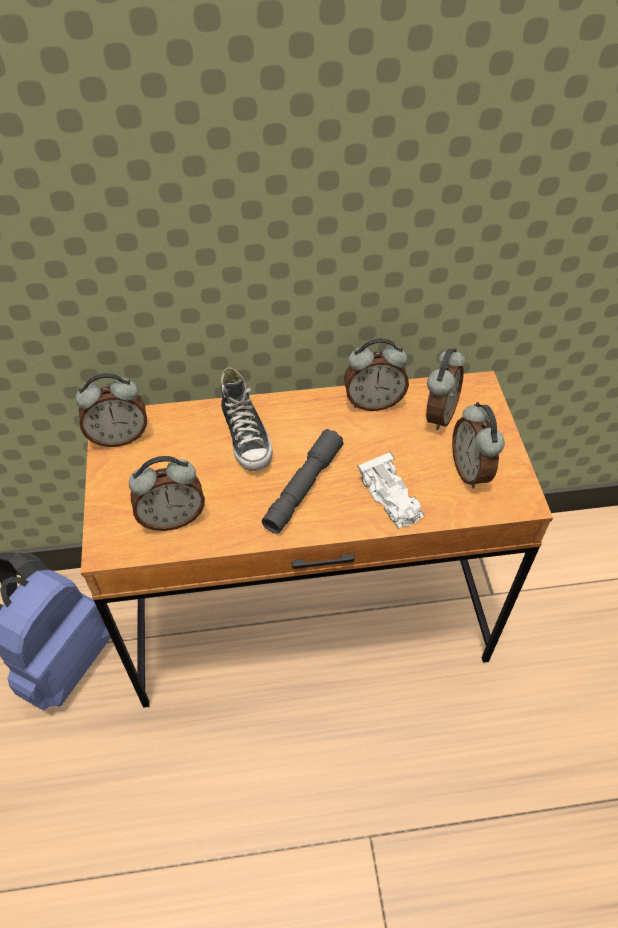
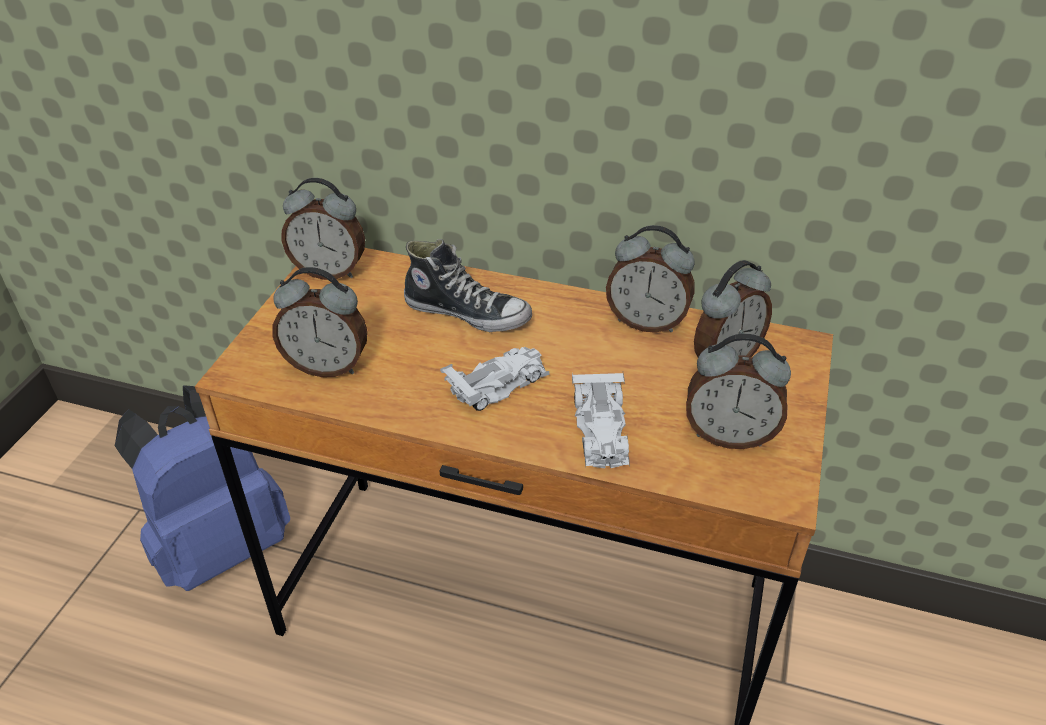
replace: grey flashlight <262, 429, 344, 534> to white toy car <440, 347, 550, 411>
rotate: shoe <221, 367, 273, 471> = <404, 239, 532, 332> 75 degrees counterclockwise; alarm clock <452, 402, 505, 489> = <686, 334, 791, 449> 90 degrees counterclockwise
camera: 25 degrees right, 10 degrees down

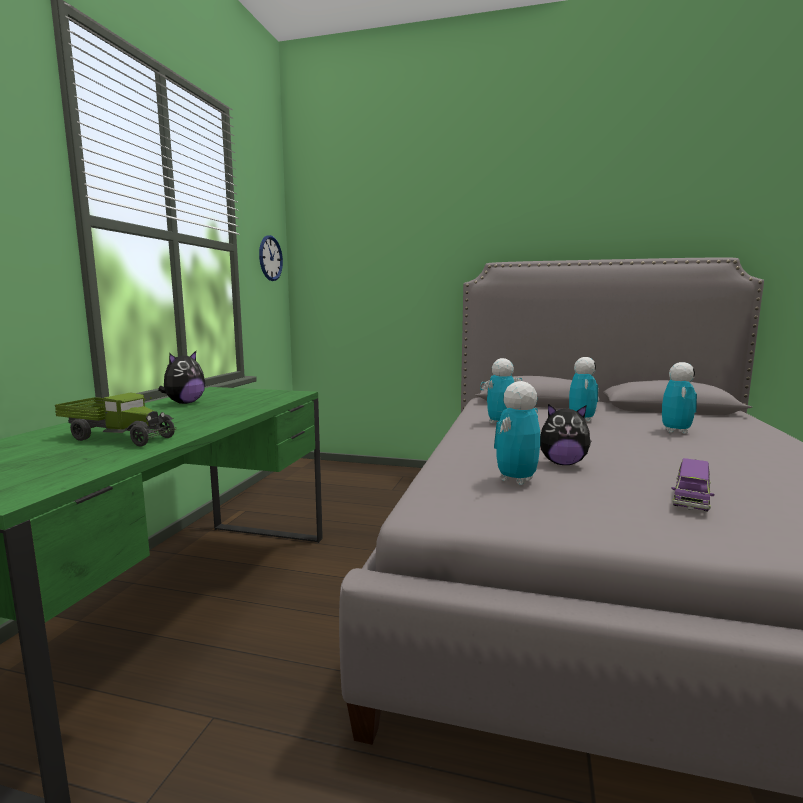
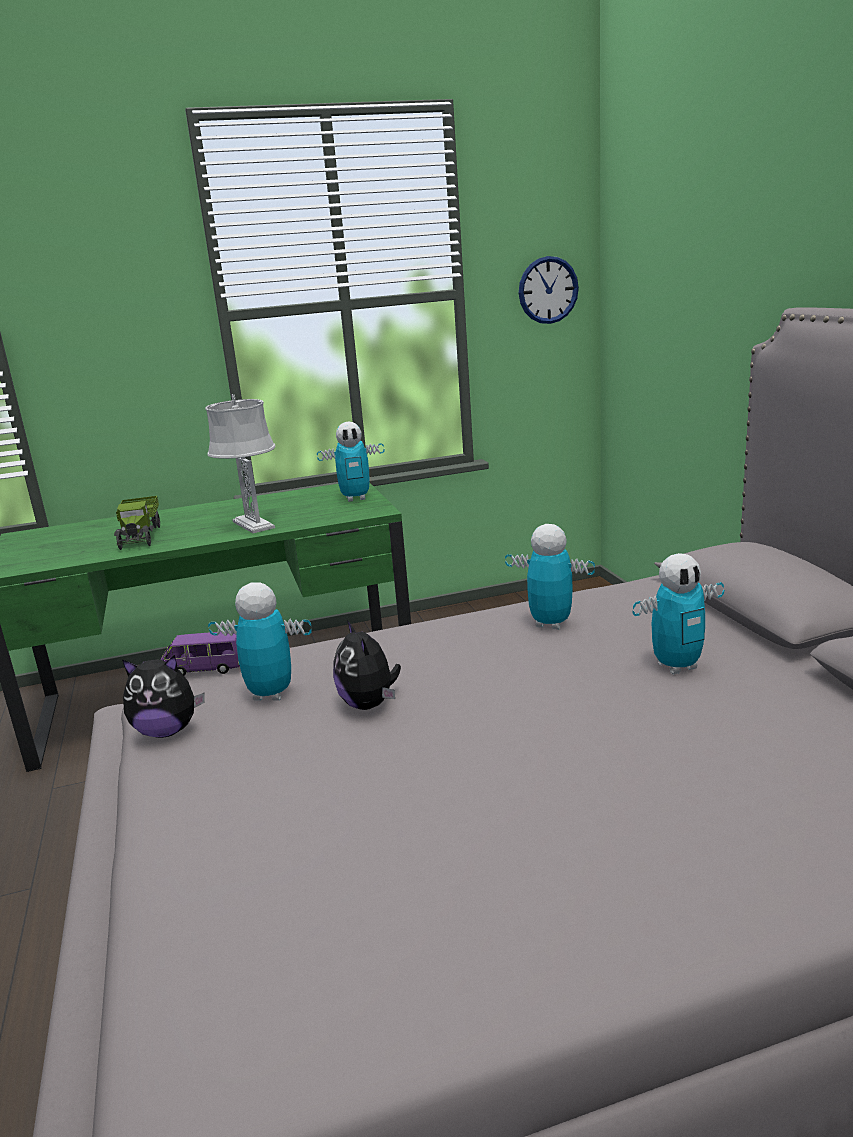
insert: grey table lamp <205, 394, 275, 533>
move: plush toy <158, 351, 205, 404> to <122, 655, 205, 738>; purple toy car <672, 458, 714, 512> to <161, 631, 240, 676>; toy robot <662, 362, 697, 434> to <317, 422, 385, 502>
camera: 60 degrees right, 10 degrees up

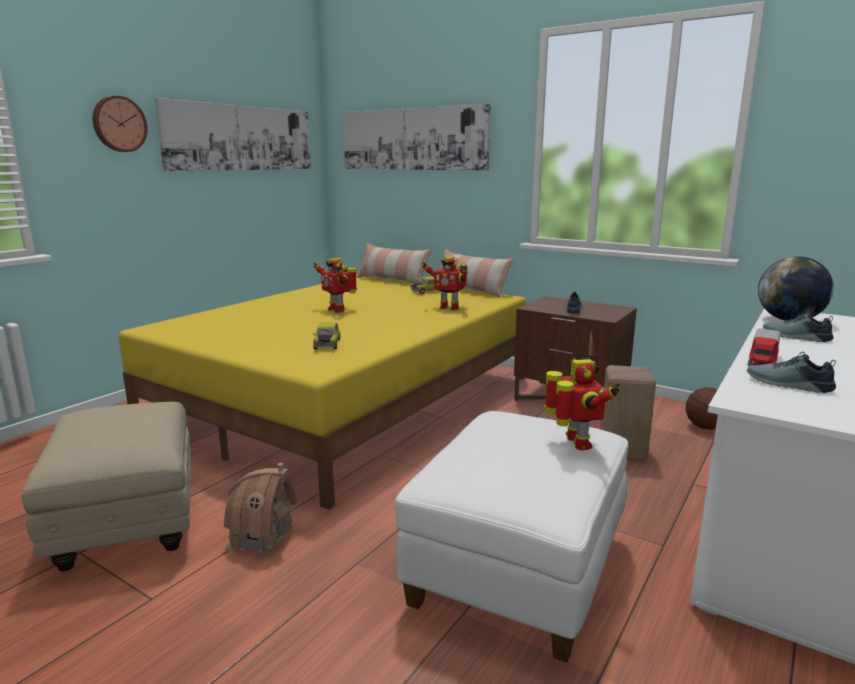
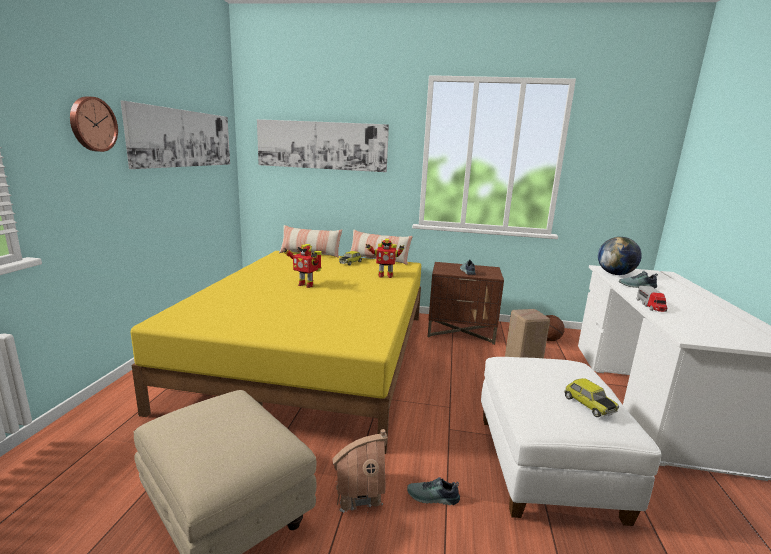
delete: toy robot <544, 354, 620, 450>
move: shoe <747, 352, 836, 393> to <407, 477, 460, 505>; toy car <313, 322, 340, 349> to <564, 378, 619, 417>
camera: 25 degrees left, 0 degrees up

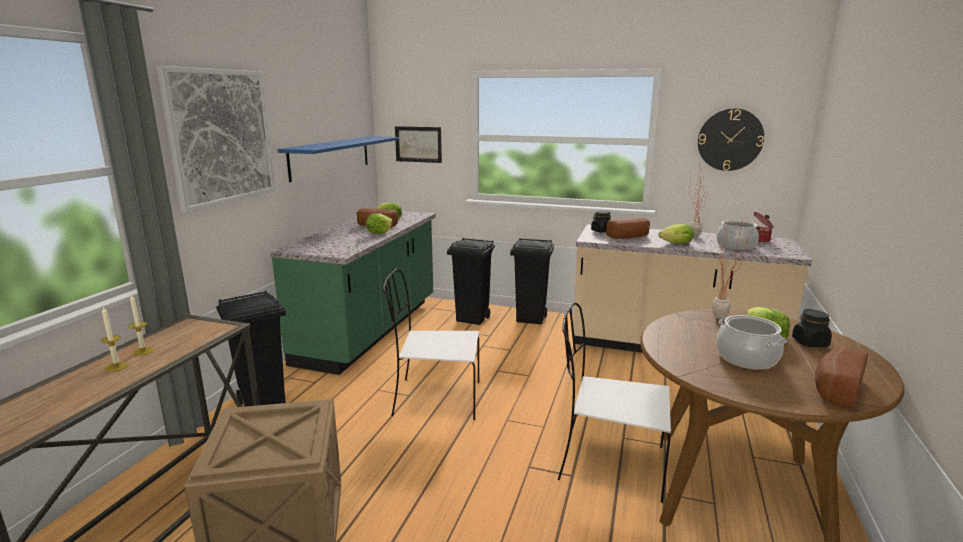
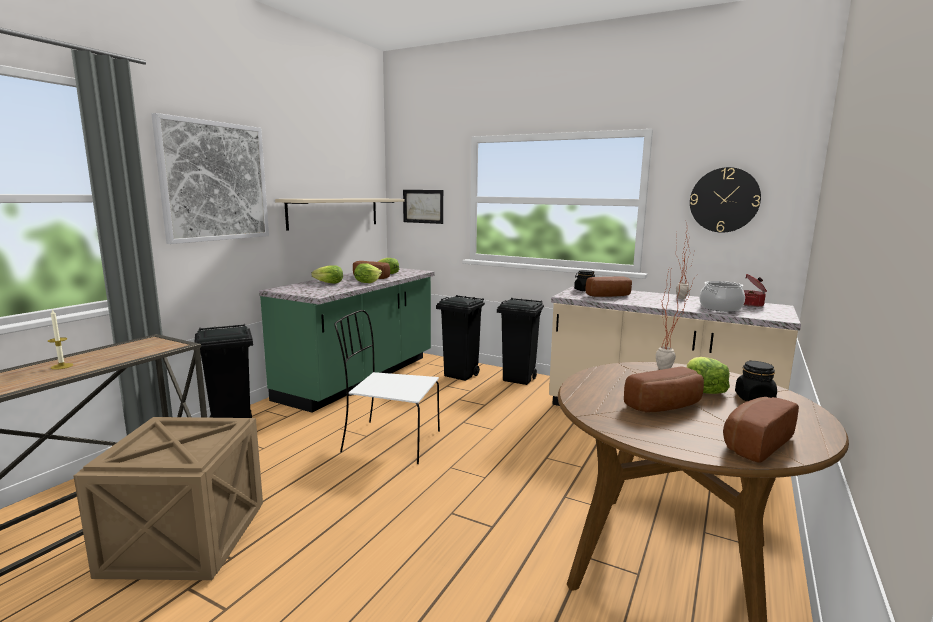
delete: candle <128, 294, 154, 356>; white chair <558, 303, 671, 503>
move: lettuce <658, 224, 694, 244> to <311, 265, 343, 284>
replace: cooking pot <716, 315, 787, 370> to bread <624, 366, 704, 413>
recolor: blue shelf <277, 136, 399, 182> to beige shelf <275, 198, 405, 231>
camera: 10 degrees right, 5 degrees down

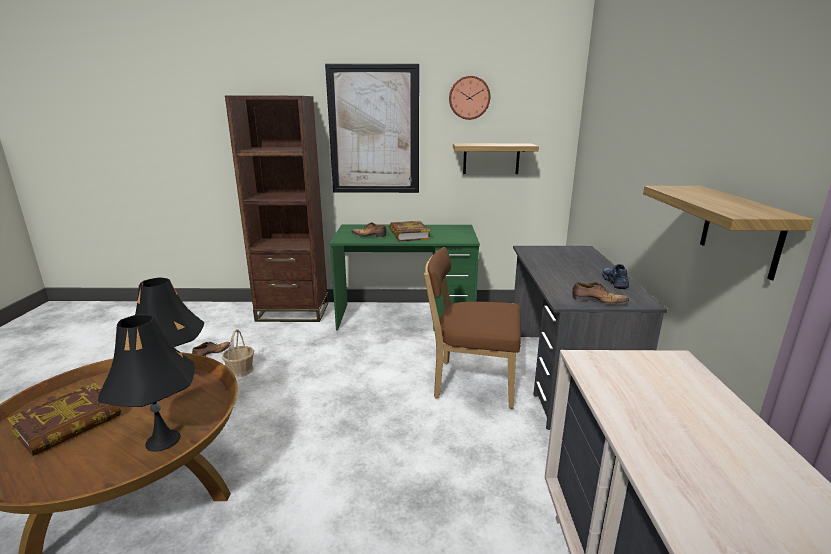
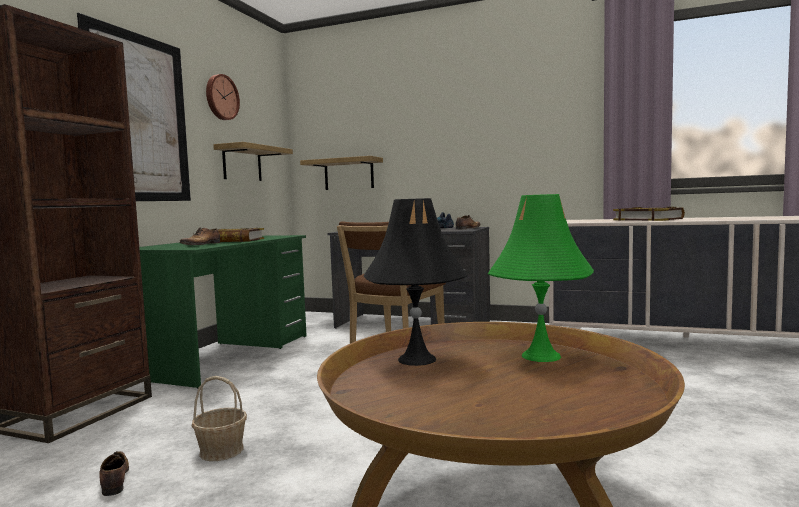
move: shelf <643, 186, 814, 280> to <300, 156, 383, 190>; book <7, 383, 121, 456> to <613, 207, 685, 221>
recolor: black table lamp <98, 314, 195, 452> to green table lamp <488, 194, 594, 362>
camera: 70 degrees left, 15 degrees down

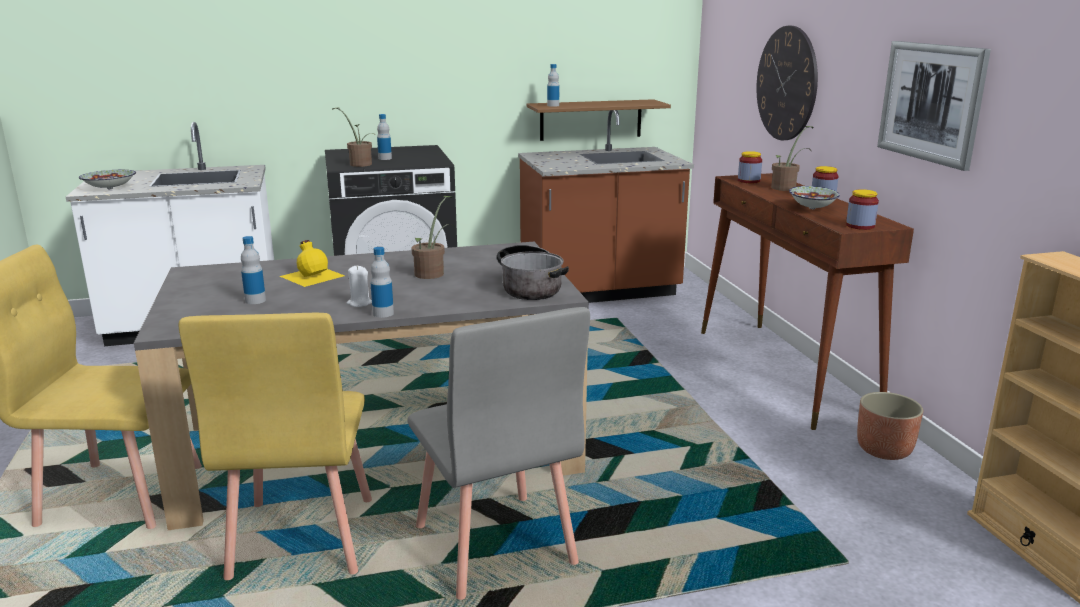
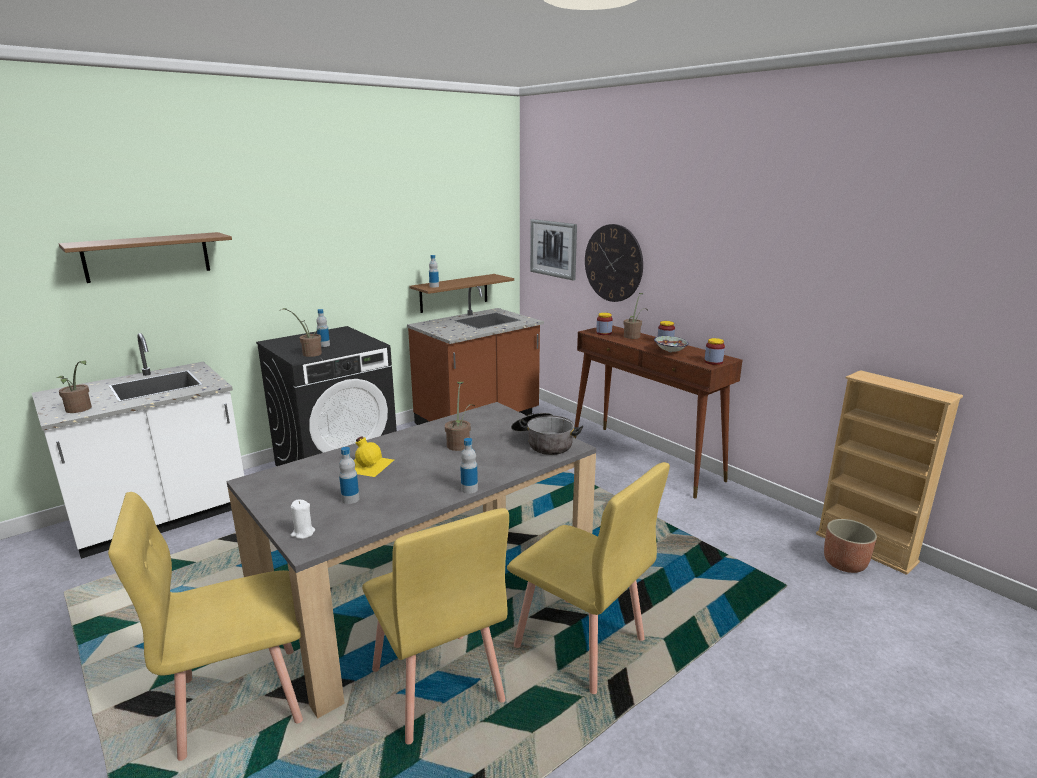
insert: brown shelf <59, 232, 232, 283>
move: white candle <347, 266, 372, 307> to <291, 499, 315, 539>; picture <877, 41, 991, 171> to <530, 219, 577, 281>; planter <857, 392, 923, 460> to <824, 519, 877, 573>
replace: bowl <79, 170, 136, 189> to potted plant <57, 360, 92, 413>
recolor: grey chair <407, 307, 590, 600> to yellow chair <507, 462, 670, 694>
camera: 25 degrees left, 0 degrees up

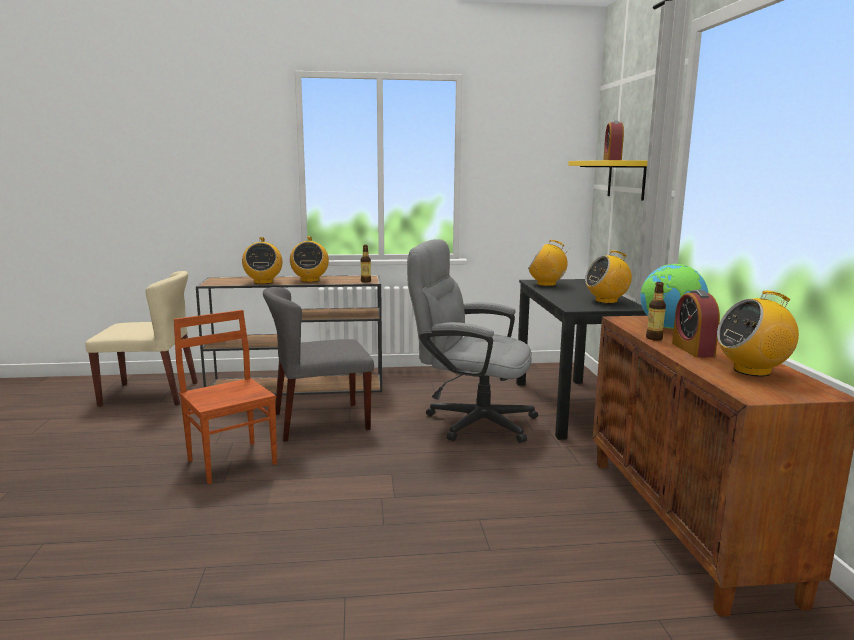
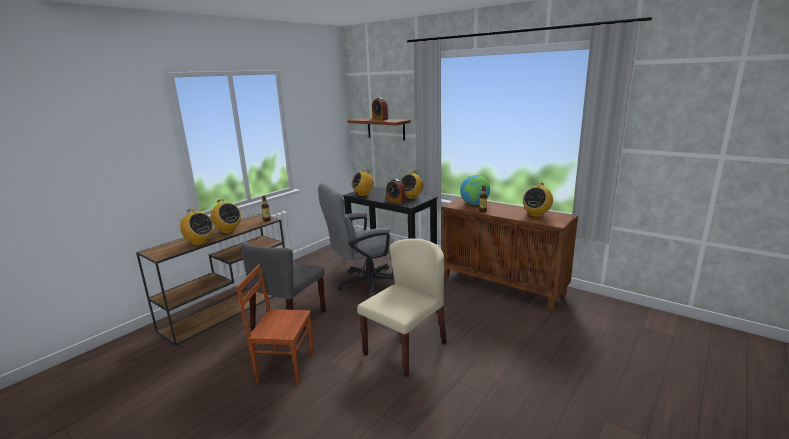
move: beige chair <85, 271, 198, 407> to <357, 238, 447, 377>; alarm clock <672, 290, 720, 357> to <386, 179, 405, 204>
recolor: yellow shelf <568, 160, 648, 201> to brown shelf <347, 118, 411, 141>
camera: 45 degrees left, 5 degrees up

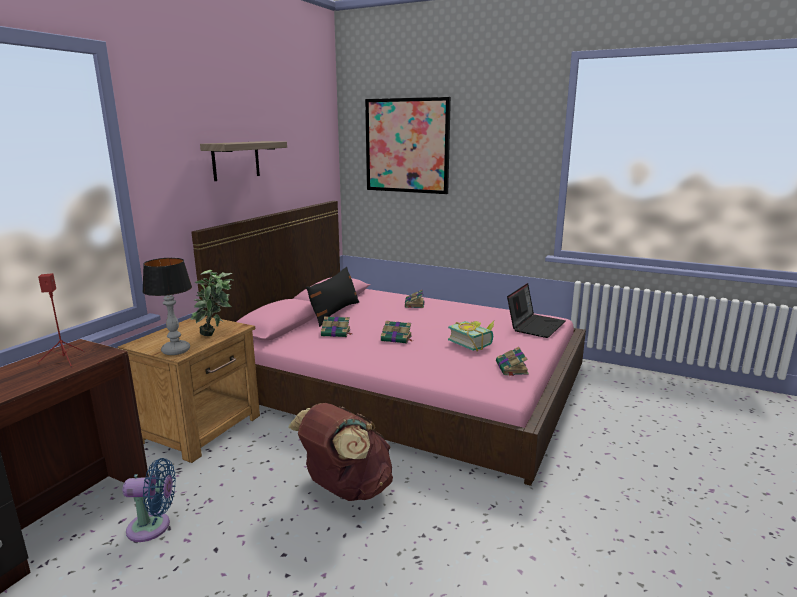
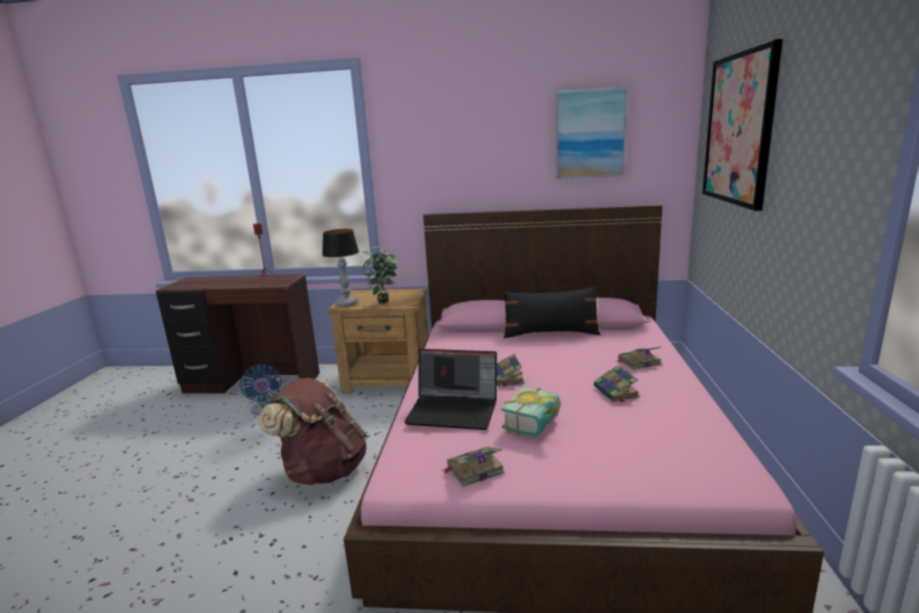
delete: shelf <200, 141, 287, 181>
insert: picture <556, 87, 627, 179>
move: laptop <507, 283, 565, 338> to <404, 349, 497, 430>; book <321, 316, 353, 337> to <594, 365, 640, 403>
camera: 70 degrees right, 0 degrees up

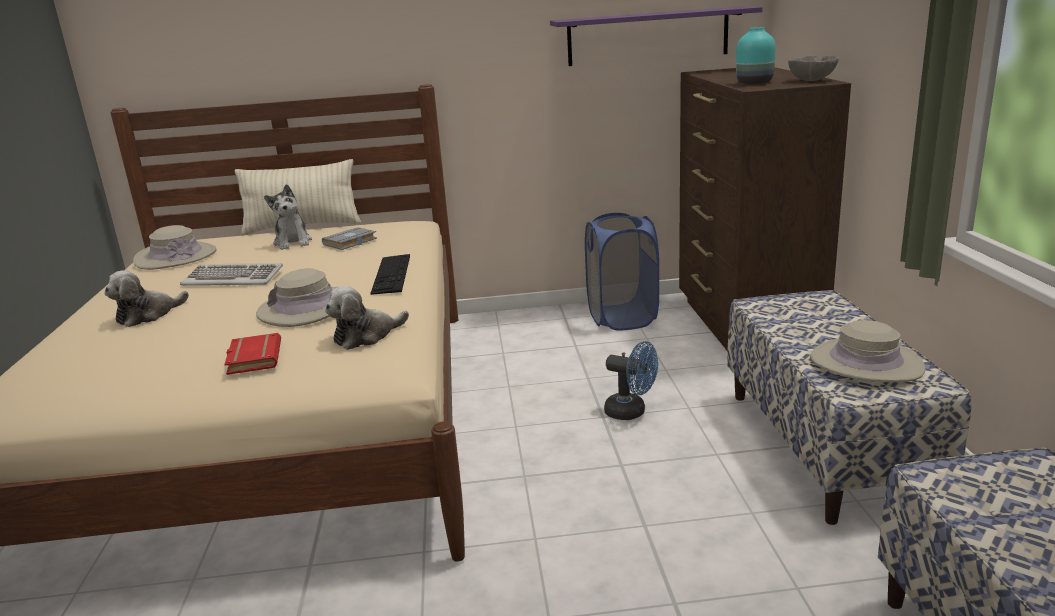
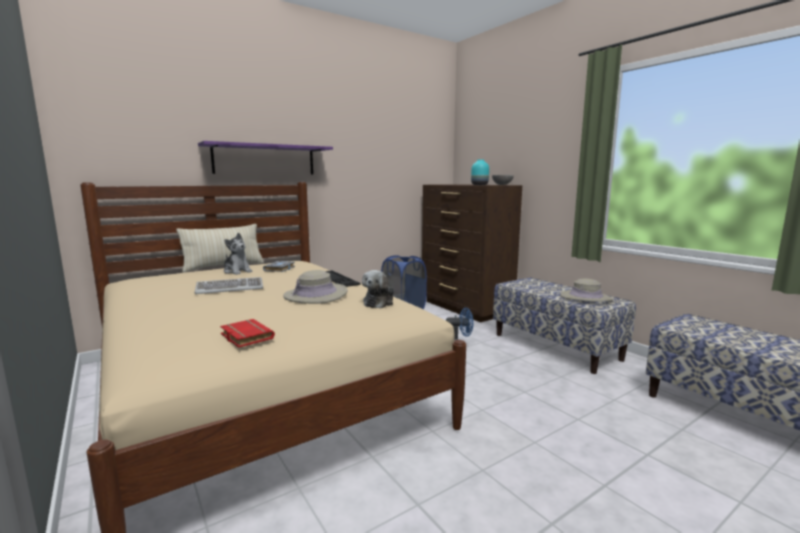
delete: plush toy <104, 270, 189, 327>; beige hat <133, 225, 216, 270>
move: purple shelf <550, 6, 763, 66> to <198, 141, 333, 174>; red book <224, 333, 281, 375> to <220, 319, 275, 348>
camera: 30 degrees left, 10 degrees down

